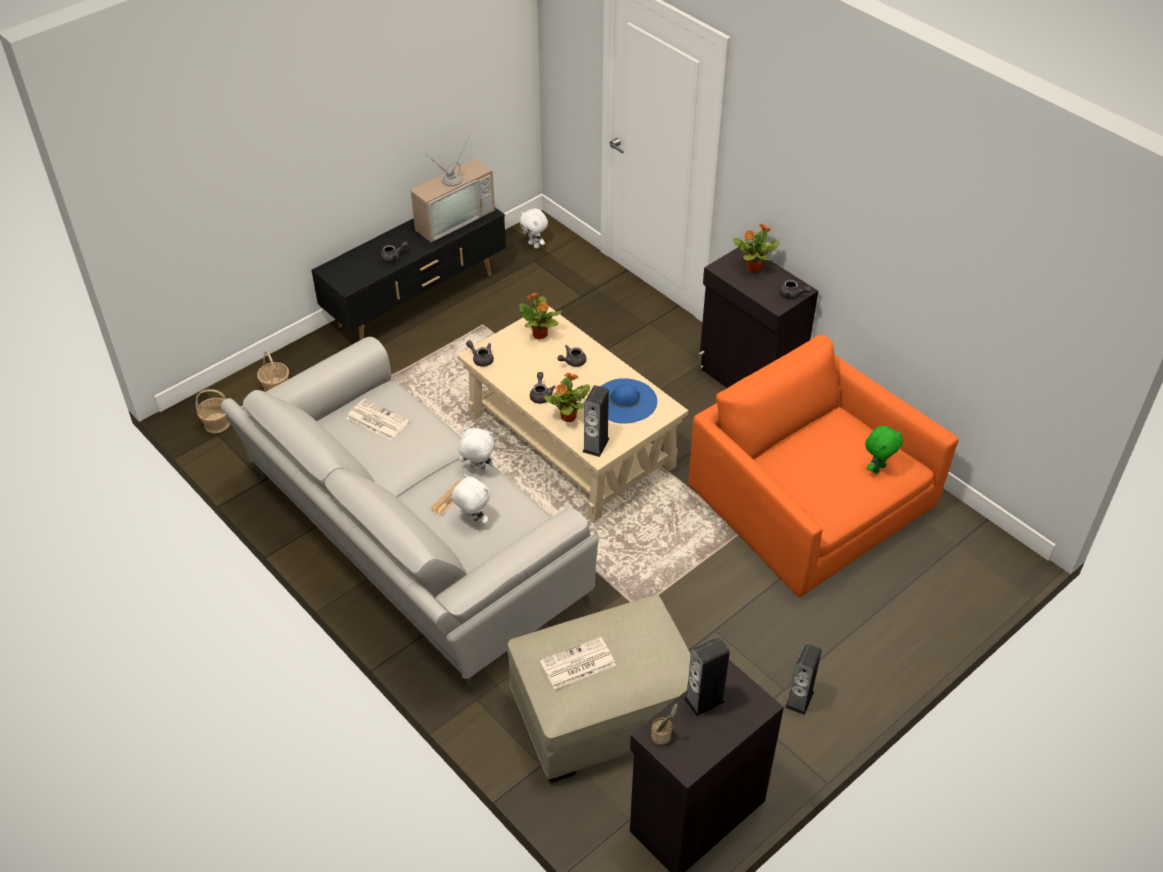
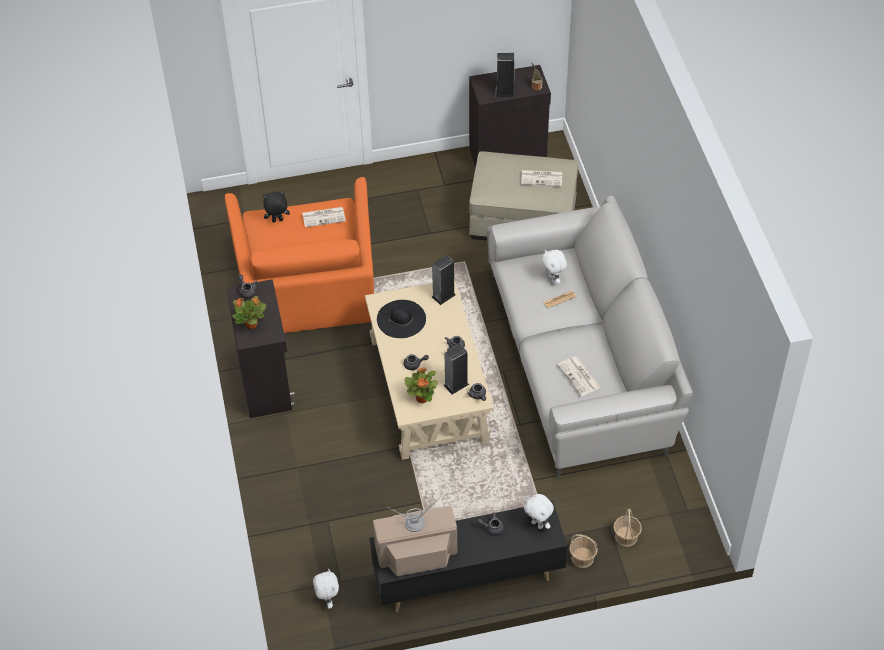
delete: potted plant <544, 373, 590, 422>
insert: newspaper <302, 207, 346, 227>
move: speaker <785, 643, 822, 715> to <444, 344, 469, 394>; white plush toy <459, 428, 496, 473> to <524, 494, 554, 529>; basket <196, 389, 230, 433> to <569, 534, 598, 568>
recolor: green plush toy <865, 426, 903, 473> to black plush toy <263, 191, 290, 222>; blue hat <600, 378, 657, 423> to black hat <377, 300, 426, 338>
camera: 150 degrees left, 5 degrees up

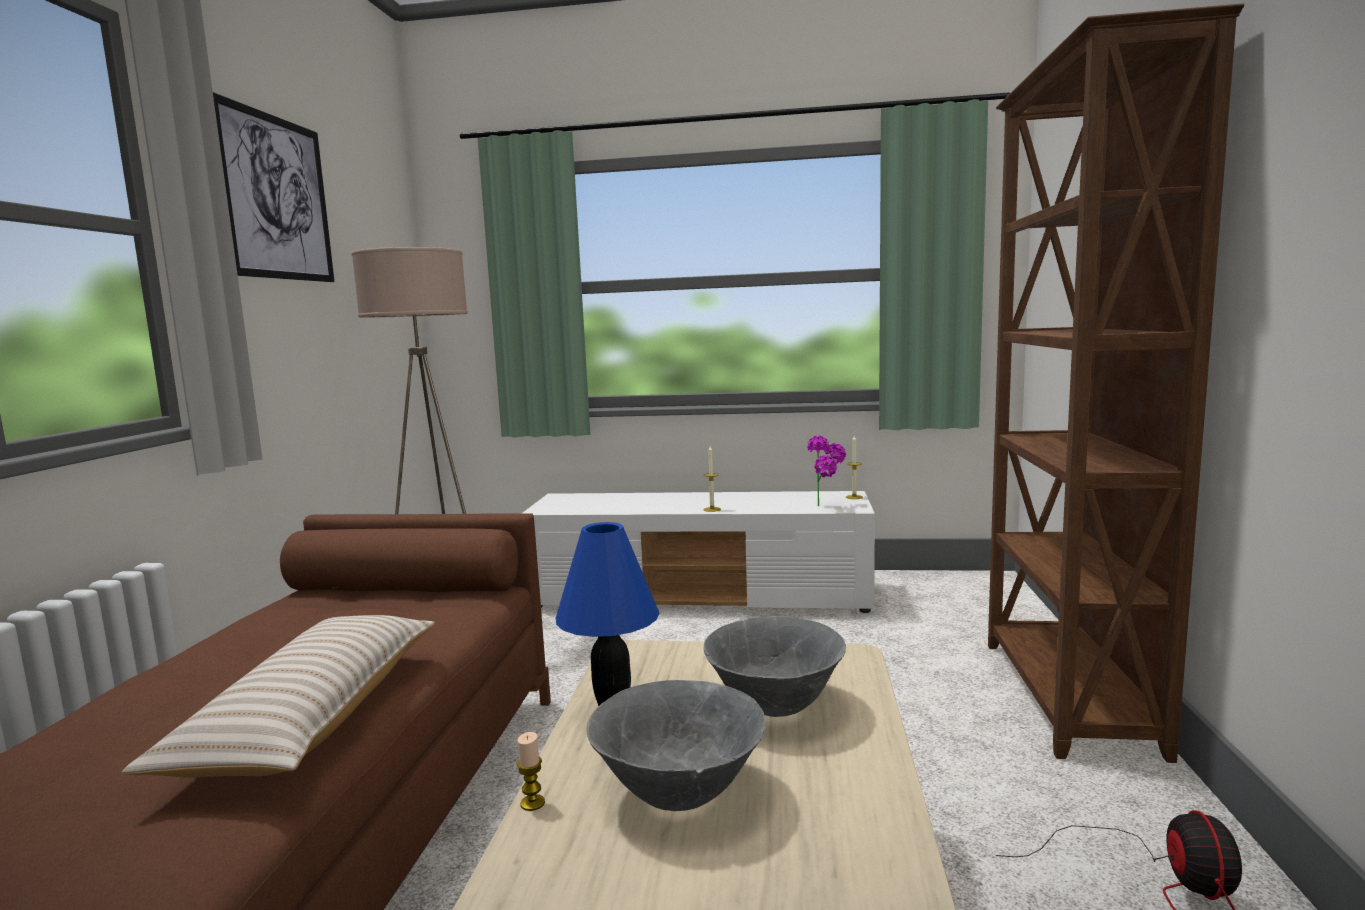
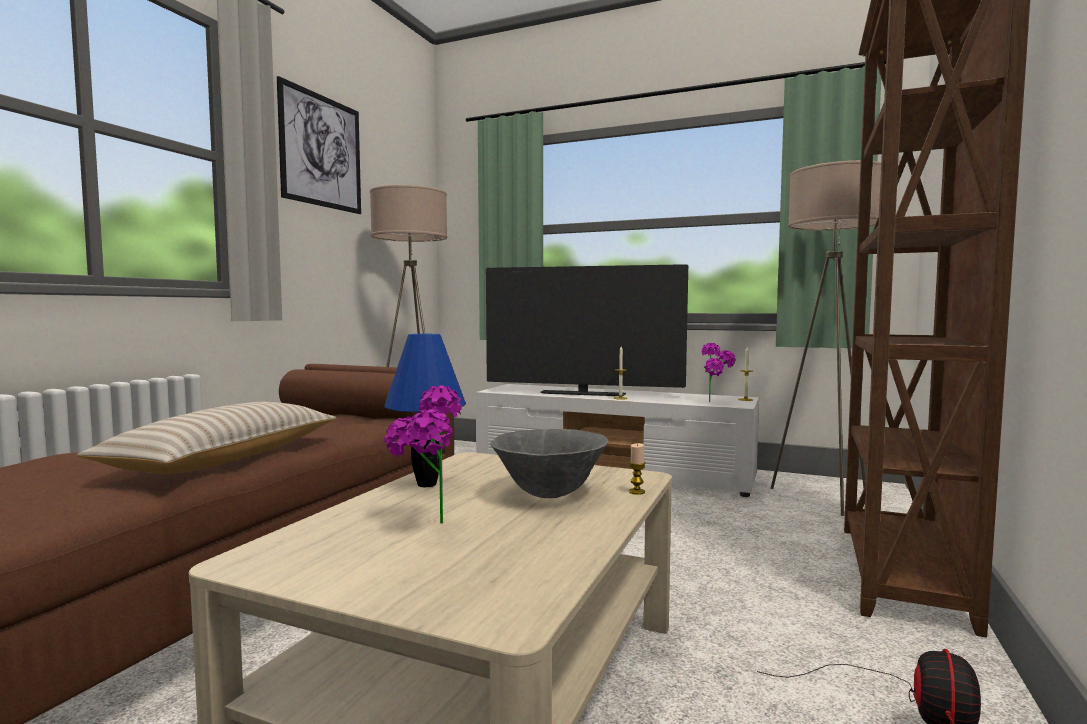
insert: television <486, 264, 688, 396>; beige floor lamp <771, 160, 881, 516>
move: candle <517, 732, 545, 811> to <629, 443, 646, 495>
replace: grey bowl <587, 680, 766, 811> to potted plant <384, 386, 461, 523>
camera: 15 degrees right, 5 degrees down

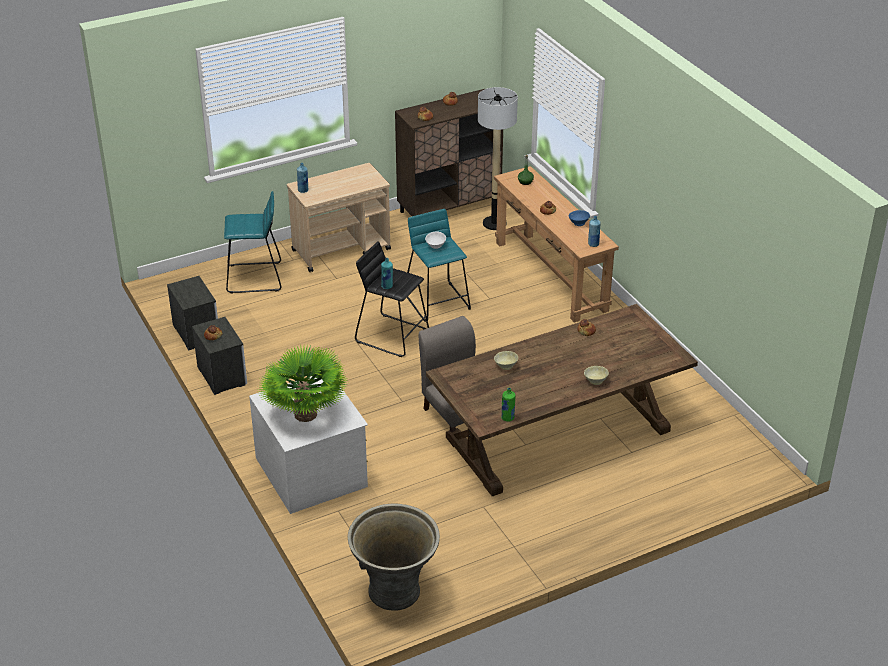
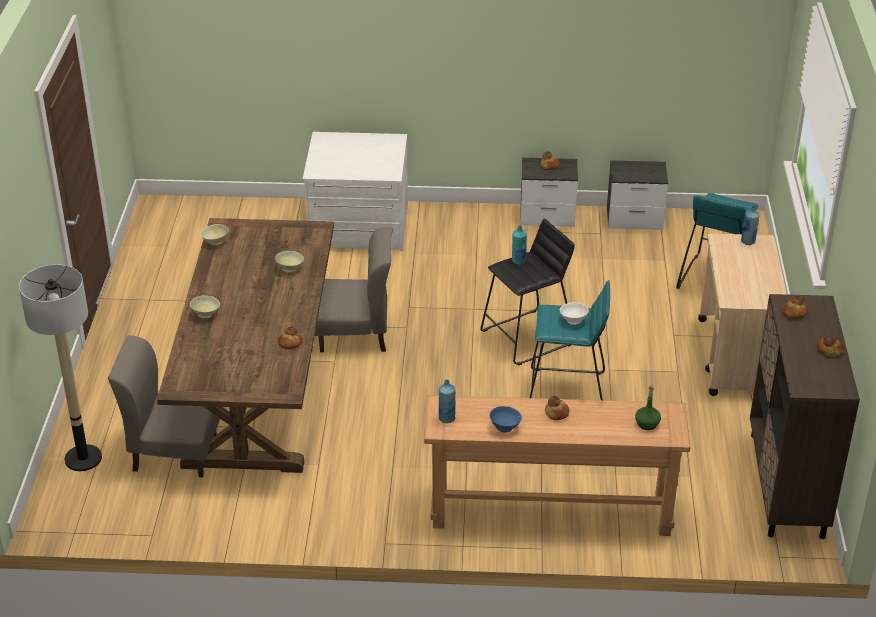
delete: potted plant <258, 345, 348, 422>; grey planter <348, 504, 440, 611>
insert: grey chair <108, 335, 220, 477>
move: floor lamp <478, 87, 518, 230> to <19, 265, 102, 471>
replace: green bottle <501, 387, 515, 422> to beige bowl <201, 224, 229, 246>
camera: 120 degrees right, 0 degrees up

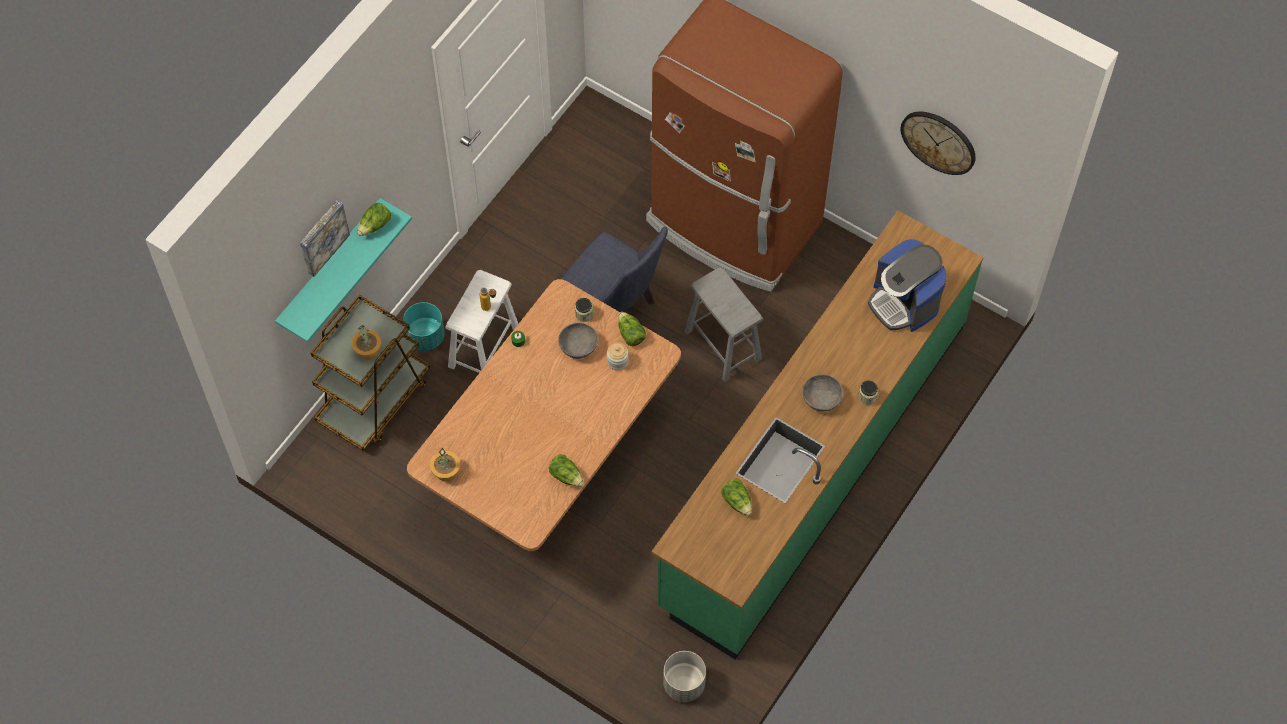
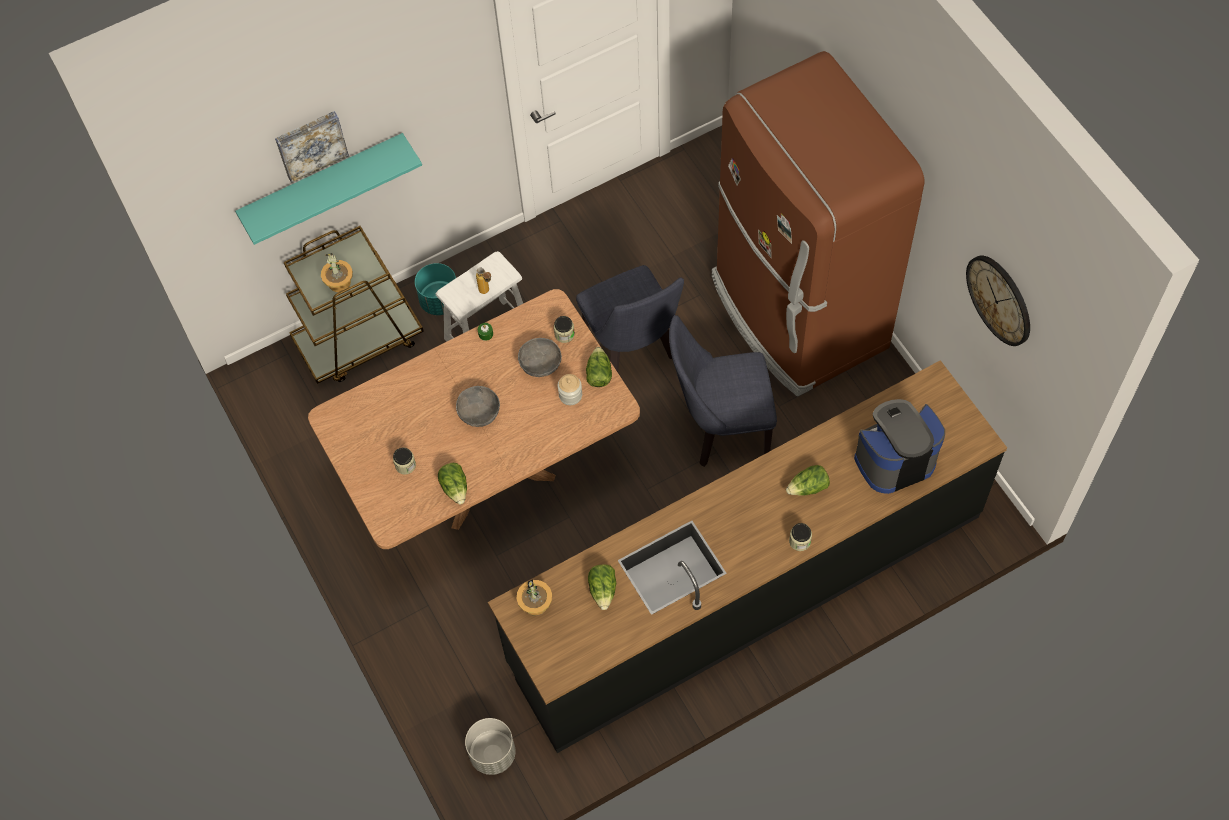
insert: jar <393, 447, 416, 475>
move: grey bowl <802, 374, 843, 412> to <456, 386, 500, 427>; potted plant <430, 448, 460, 481> to <516, 579, 552, 616>; lettuce <357, 203, 391, 236> to <786, 465, 830, 496>
replace: grey stool <685, 267, 763, 382> to blue chair <669, 315, 777, 467>
recolor: green counter <651, 210, 984, 659> to black counter <488, 360, 1007, 753>
rotate: coffee machine <868, 239, 947, 332> = <854, 399, 945, 494> 75 degrees clockwise
camera: 30 degrees right, 0 degrees up

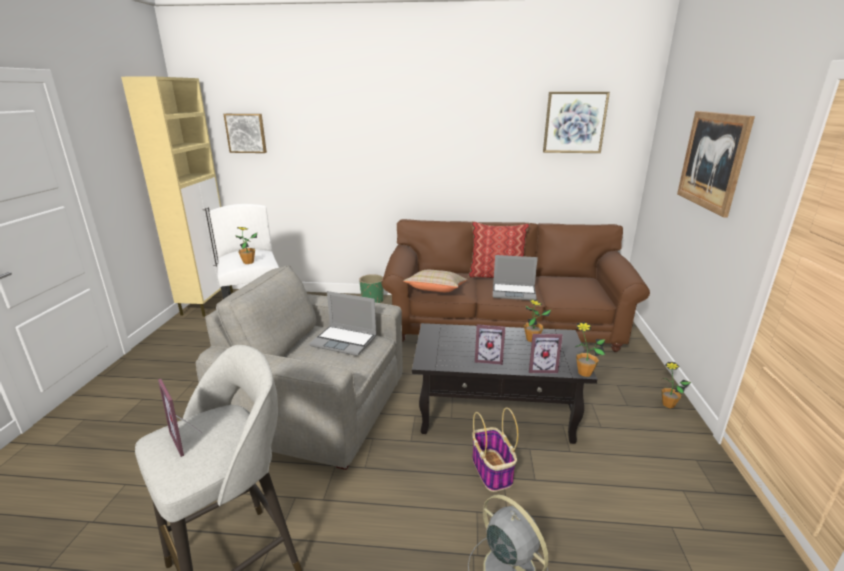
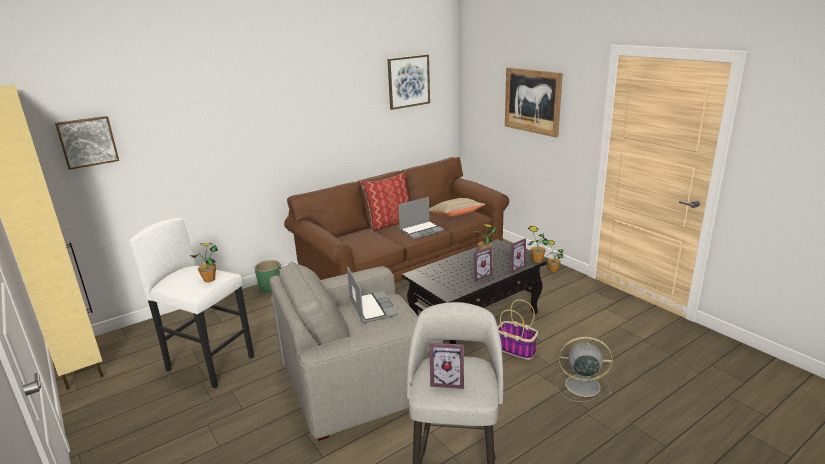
move: beige pillow <403, 270, 468, 292> to <429, 198, 485, 217>
rotate: laptop <309, 291, 377, 356> = <347, 267, 399, 323> 90 degrees counterclockwise
camera: 40 degrees left, 0 degrees up

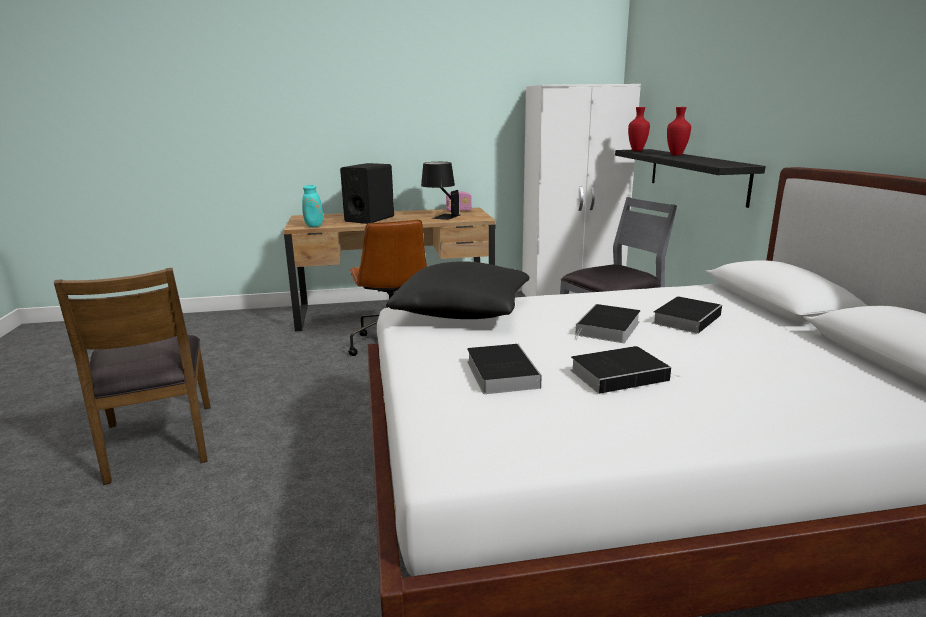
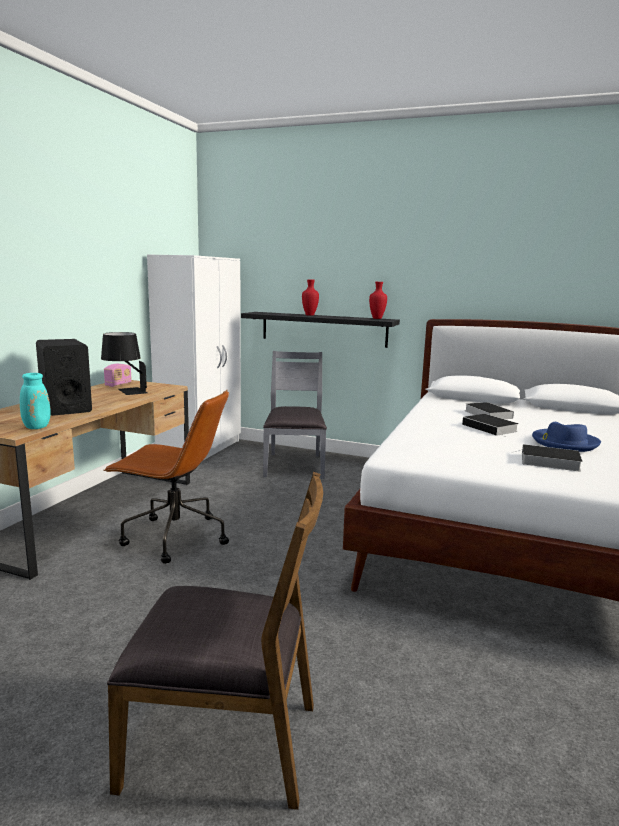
delete: black pillow <388, 261, 530, 319>
move: red vase <628, 107, 650, 151> to <369, 282, 387, 319>
replace: book <570, 346, 680, 394> to blue hat <532, 422, 601, 452>
camera: 60 degrees left, 5 degrees down

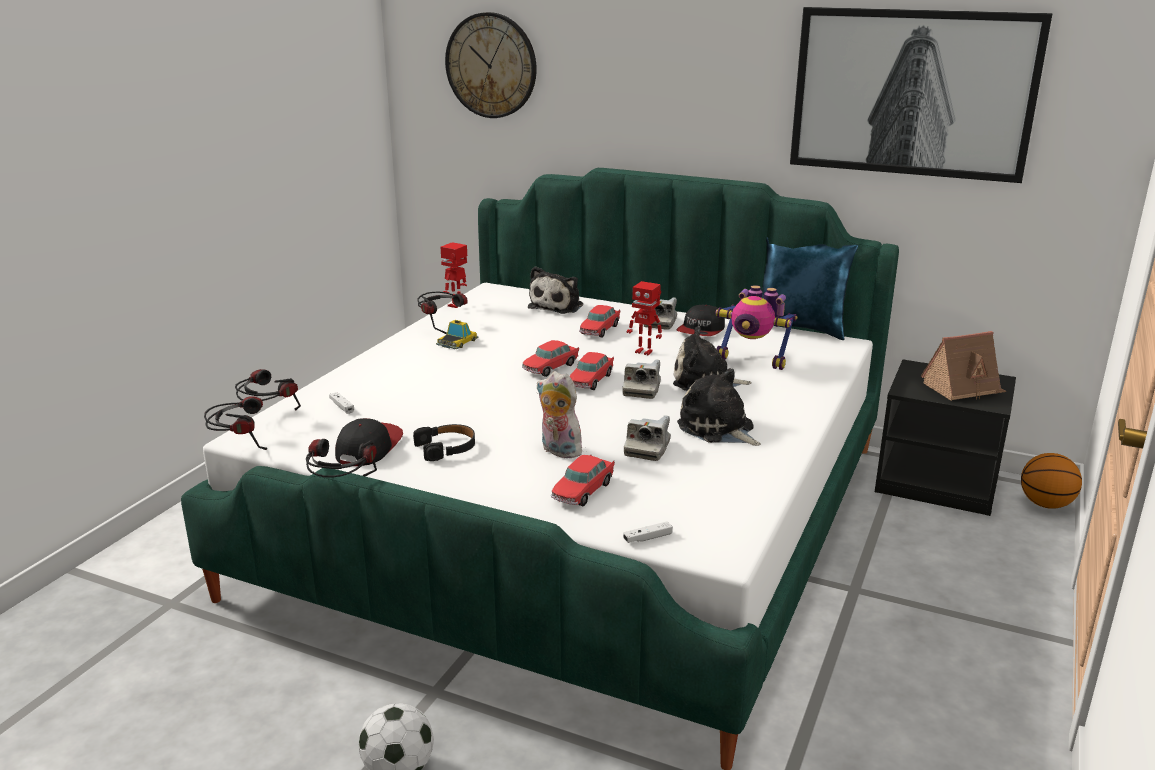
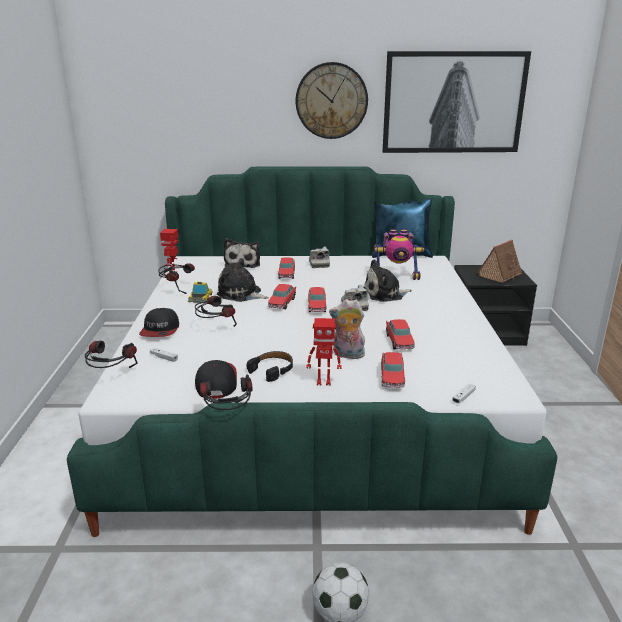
delete: basketball <1021, 453, 1082, 509>
move: cap <676, 305, 725, 336> to <139, 308, 179, 337>; headphones <204, 396, 267, 450> to <195, 296, 237, 327>; plush toy <677, 368, 761, 446> to <217, 258, 269, 302>; wall clock <445, 12, 537, 118> to <296, 62, 368, 139>; toy robot <627, 281, 662, 356> to <307, 318, 341, 386>
replace: photo camera <624, 415, 671, 461> to toy car <386, 319, 415, 349>
camera: 25 degrees left, 0 degrees up

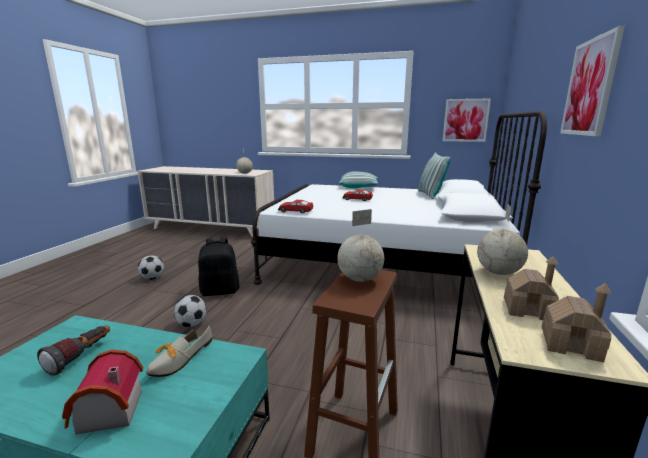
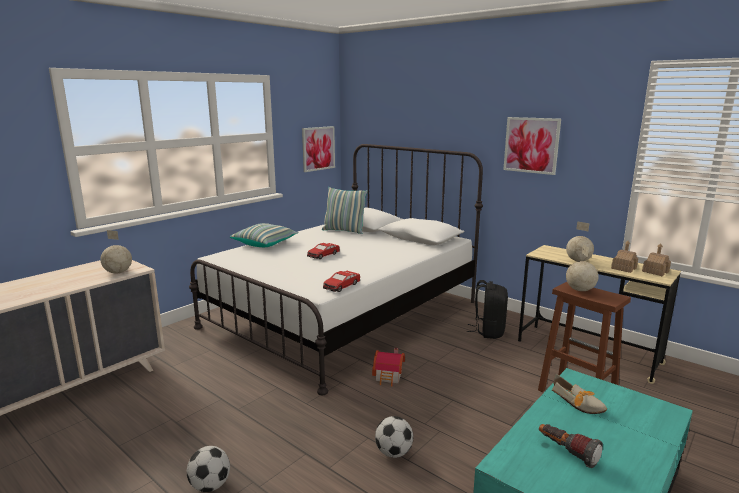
move: toy house <62, 350, 143, 435> to <372, 348, 405, 387>; black backpack <198, 238, 240, 296> to <467, 280, 508, 339>
camera: 65 degrees left, 0 degrees up

